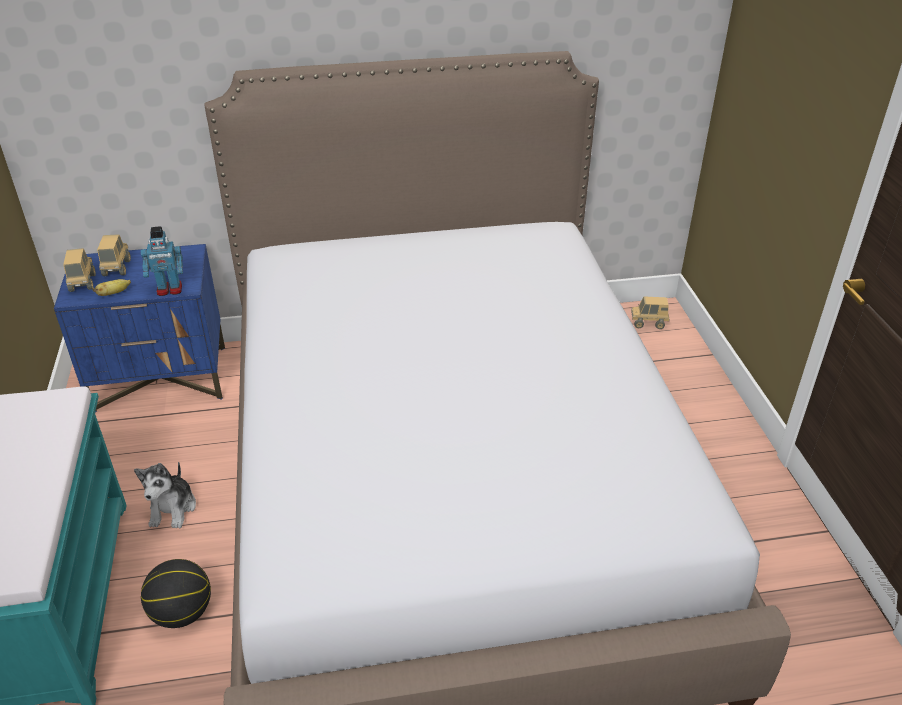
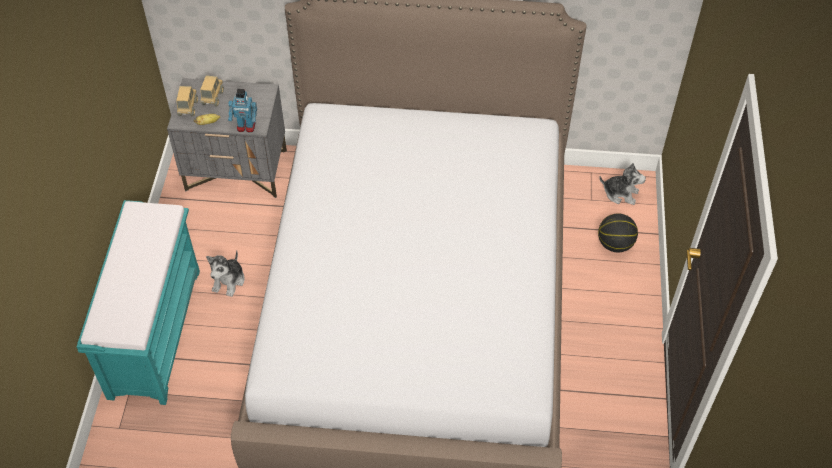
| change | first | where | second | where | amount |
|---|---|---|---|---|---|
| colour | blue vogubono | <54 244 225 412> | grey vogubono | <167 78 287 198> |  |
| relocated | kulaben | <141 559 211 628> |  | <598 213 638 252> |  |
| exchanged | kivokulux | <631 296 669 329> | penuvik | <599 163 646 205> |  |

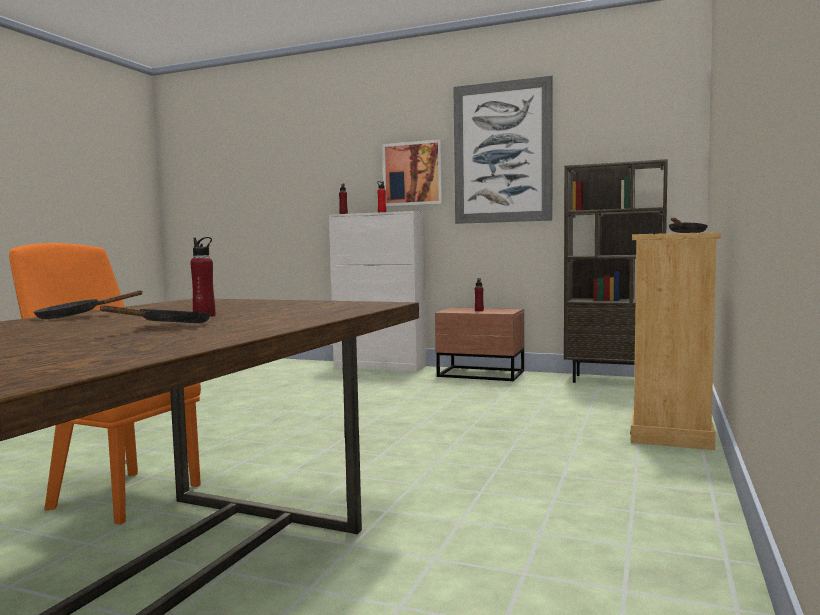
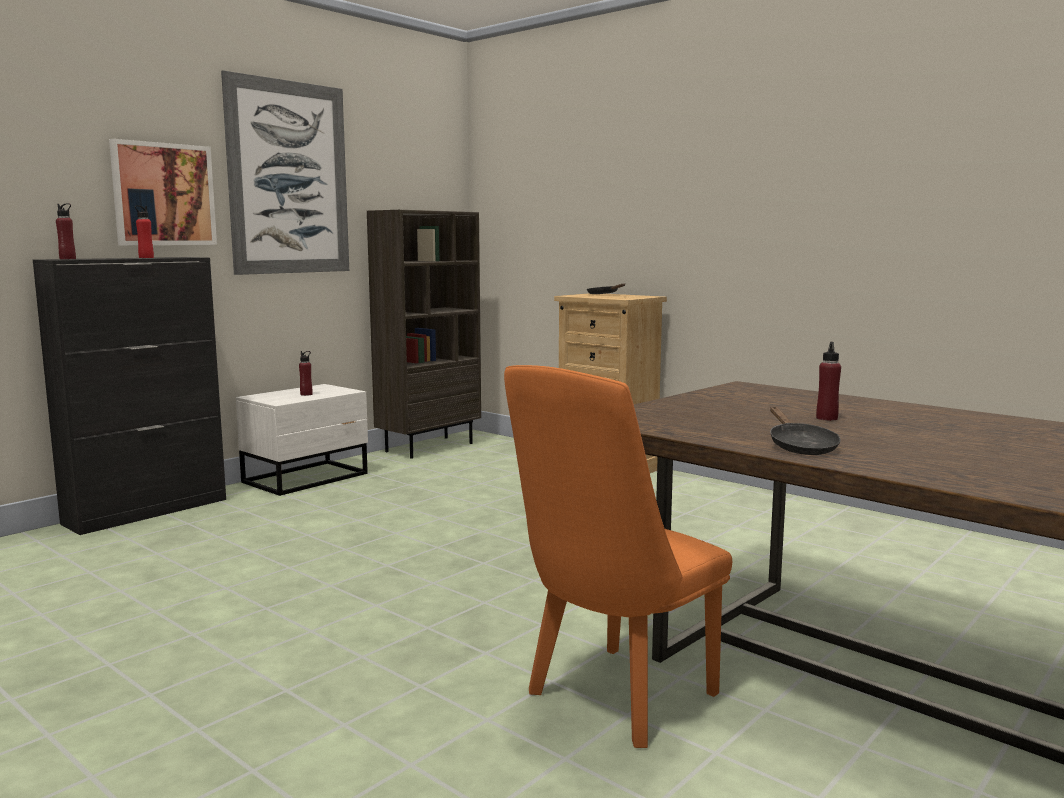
| change | first | where | second | where | amount |
|---|---|---|---|---|---|
| missing | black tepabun | <99 305 211 323> |  |  |  |
| colour | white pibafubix | <329 211 426 372> | black pibafubix | <33 257 226 535> |  |
| colour | brown vogubono | <435 307 524 381> | white vogubono | <236 384 368 496> |  |

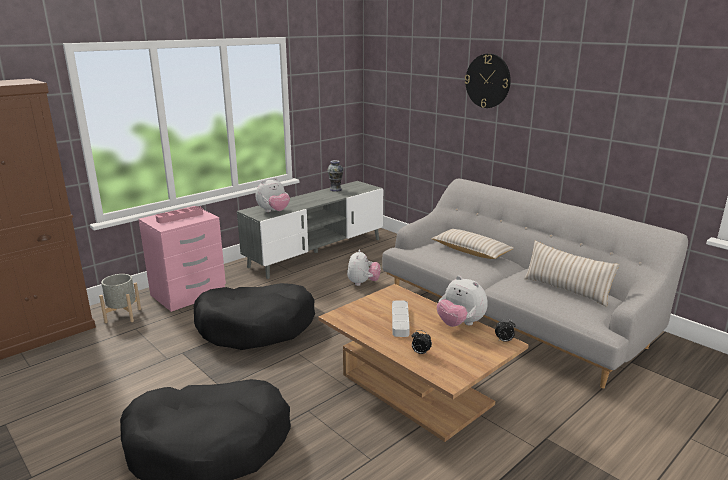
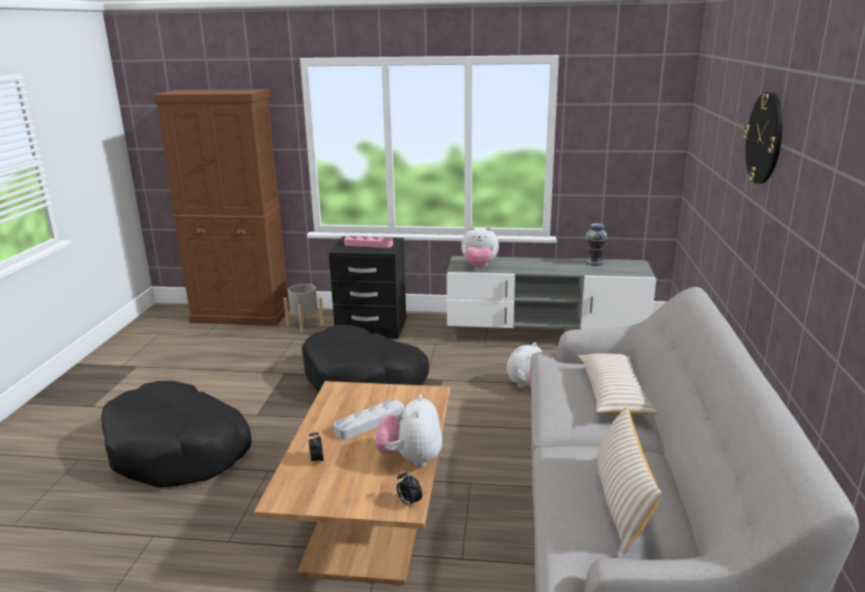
| change | first | where | second | where | amount |
|---|---|---|---|---|---|
| colour | pink vogubono | <138 206 226 312> | black vogubono | <329 237 406 339> |  |

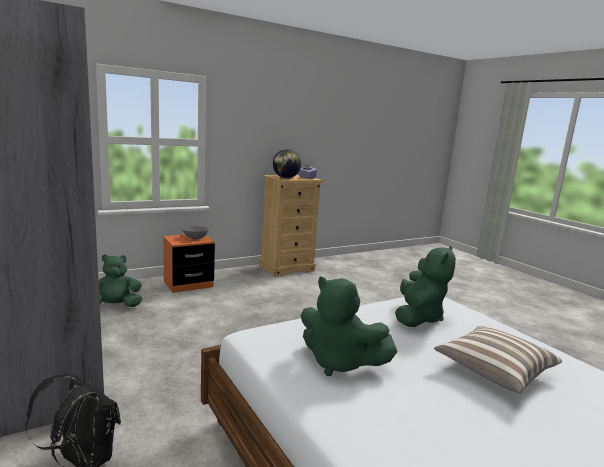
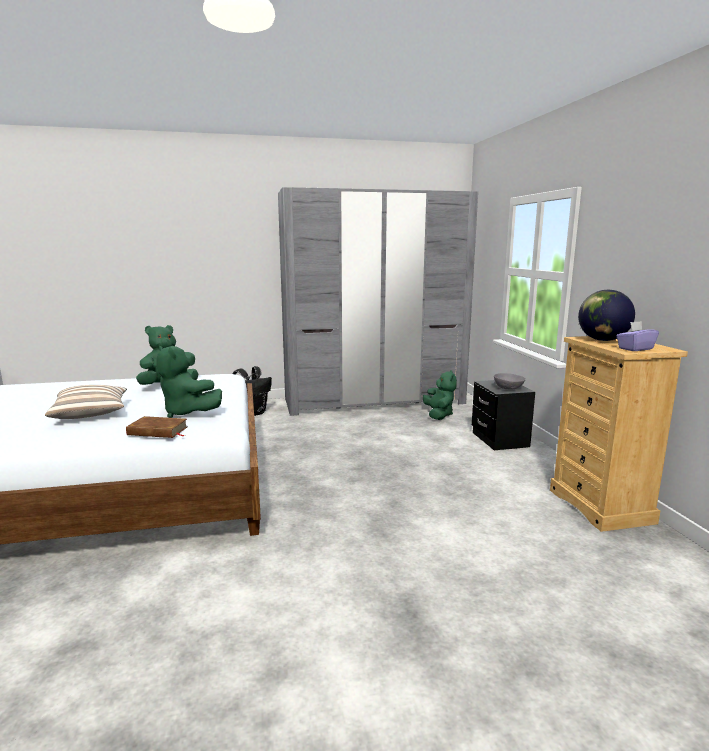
| change | first | where | second | where | amount |
|---|---|---|---|---|---|
| colour | orange vogubono | <163 234 215 293> | black vogubono | <472 380 535 450> |  |
| appeared |  |  | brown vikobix | <126 416 187 438> |  |

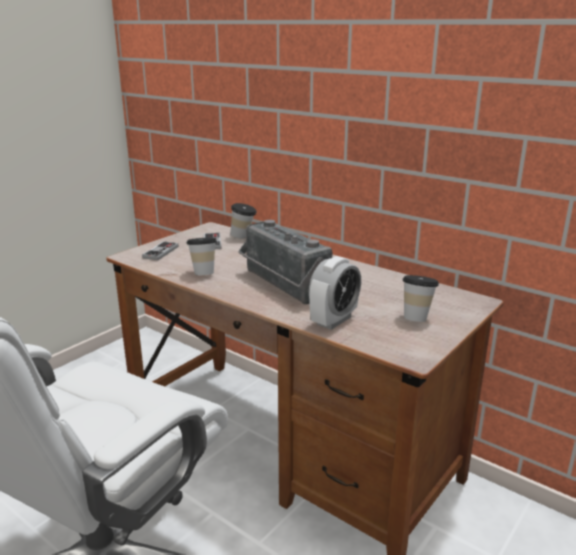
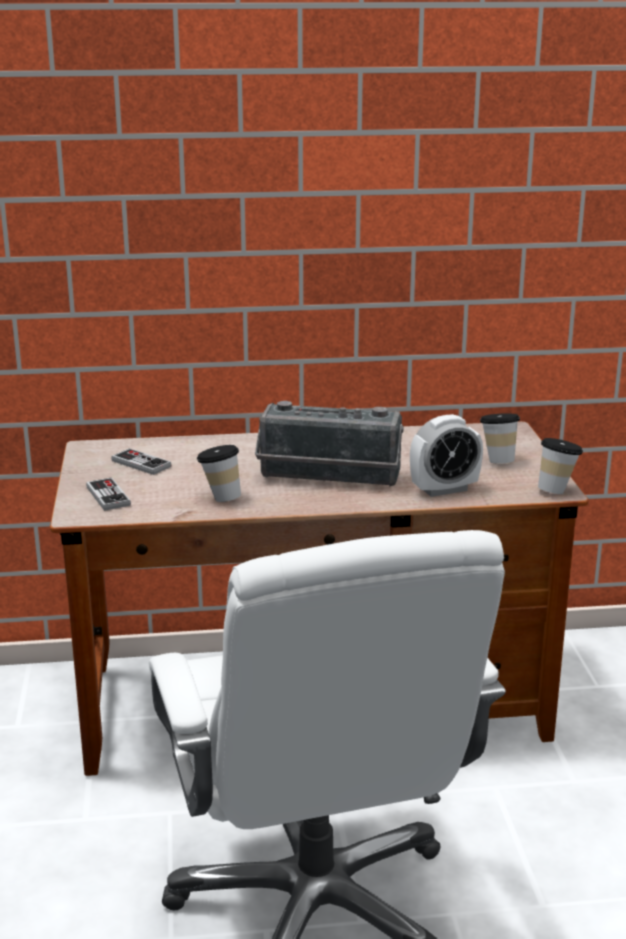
| change | first | where | second | where | amount |
|---|---|---|---|---|---|
| relocated | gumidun | <230 203 257 238> |  | <538 438 583 494> |  |
| spun | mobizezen | <309 256 361 330> |  | <410 414 483 497> | 75 degrees clockwise |

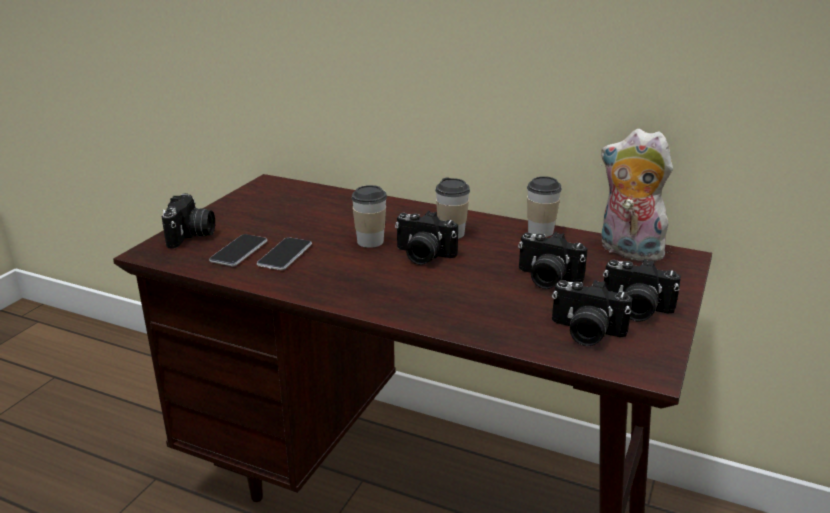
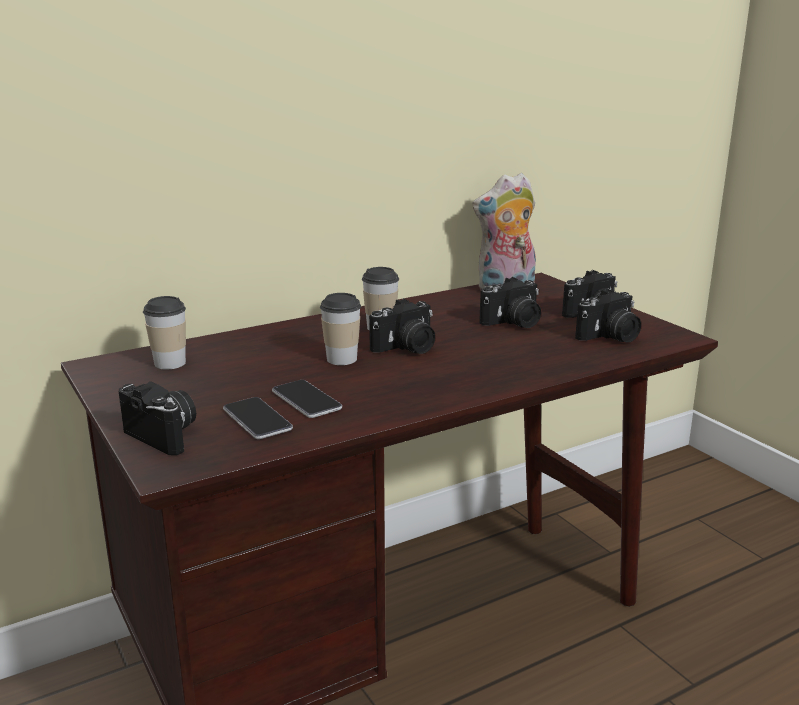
| change | first | where | second | where | amount |
|---|---|---|---|---|---|
| relocated | gumidun | <527 176 562 237> |  | <143 296 186 370> |  |

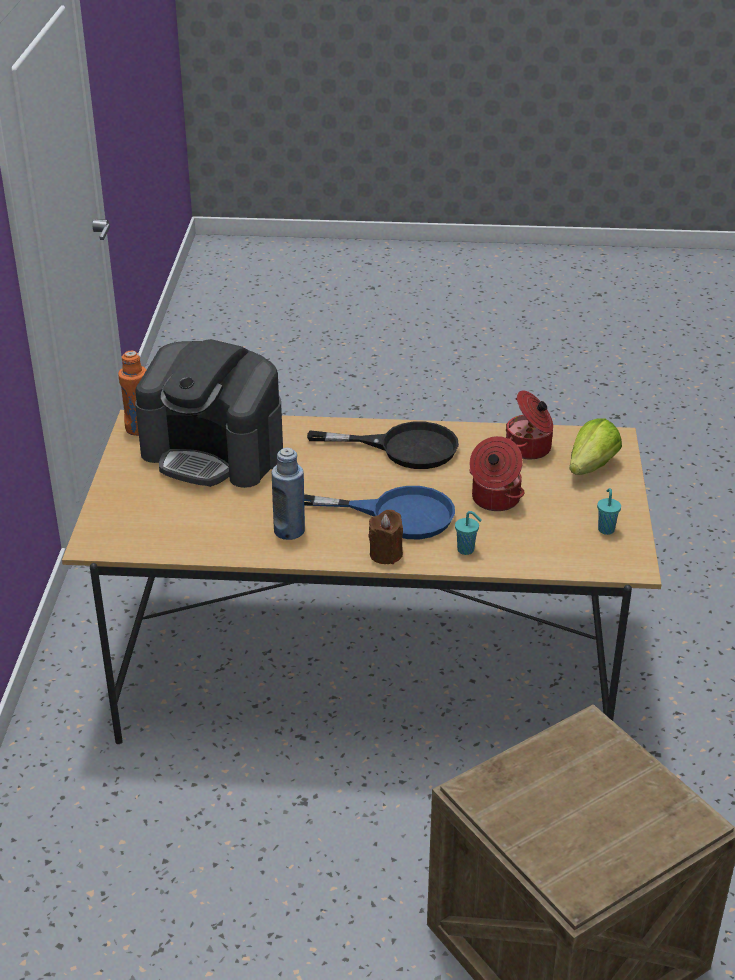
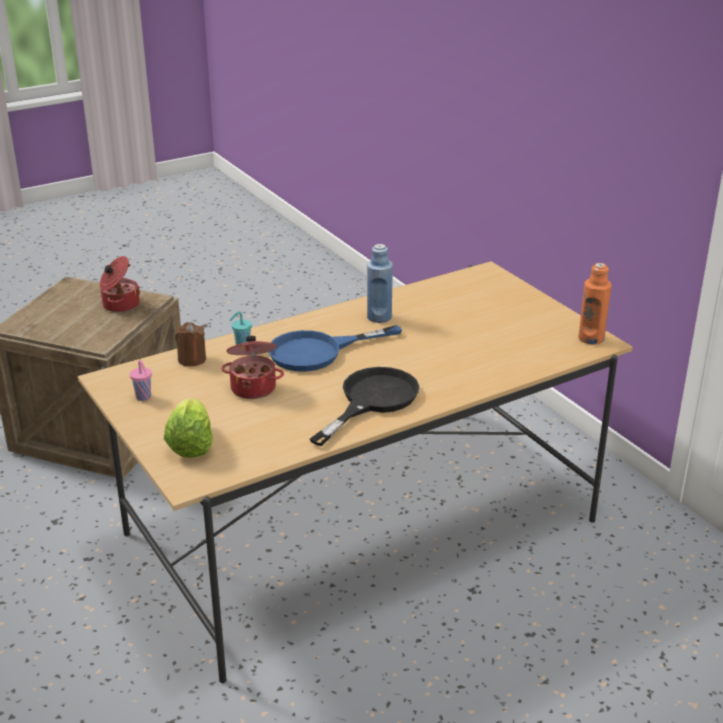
| change | first | where | second | where | amount |
|---|---|---|---|---|---|
| missing | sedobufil | <135 339 283 488> |  |  |  |
| spun | black tepabun | <307 422 459 469> |  | <310 367 419 446> | 150 degrees clockwise |
| relocated | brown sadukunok | <368 510 403 564> |  | <175 322 206 366> |  |
| relocated | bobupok | <506 390 553 459> |  | <100 256 140 312> |  |
| colour | turquoise gumidun | <597 488 621 535> | pink gumidun | <130 360 152 401> |  |

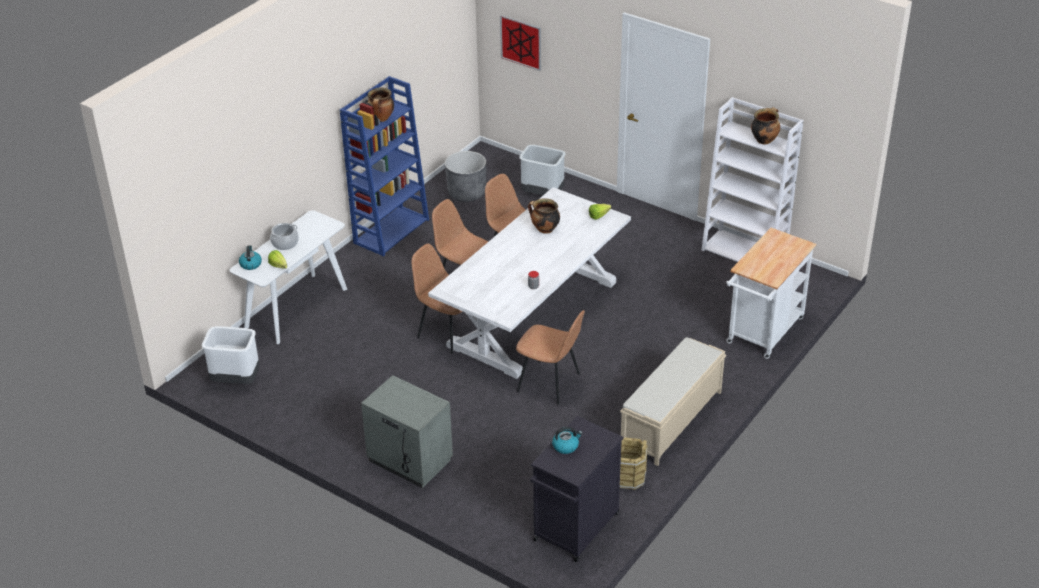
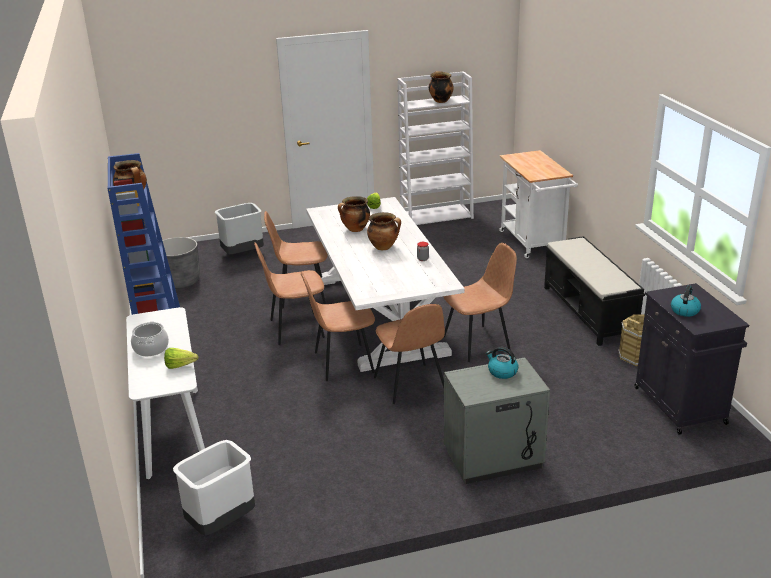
| change | first | where | second | where | amount |
|---|---|---|---|---|---|
| relocated | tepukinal | <239 245 262 270> |  | <486 347 519 379> |  |
| missing | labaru | <500 15 541 71> |  |  |  |
| colour | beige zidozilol | <620 337 726 466> | black zidozilol | <544 236 645 346> |  |
| appeared |  |  | bobupok | <367 212 401 250> |  |
| appeared |  |  | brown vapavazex | <374 304 445 404> |  |

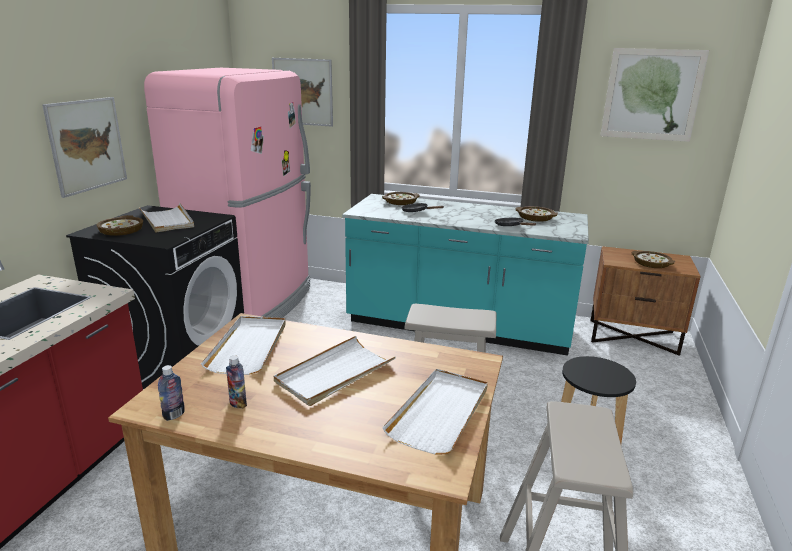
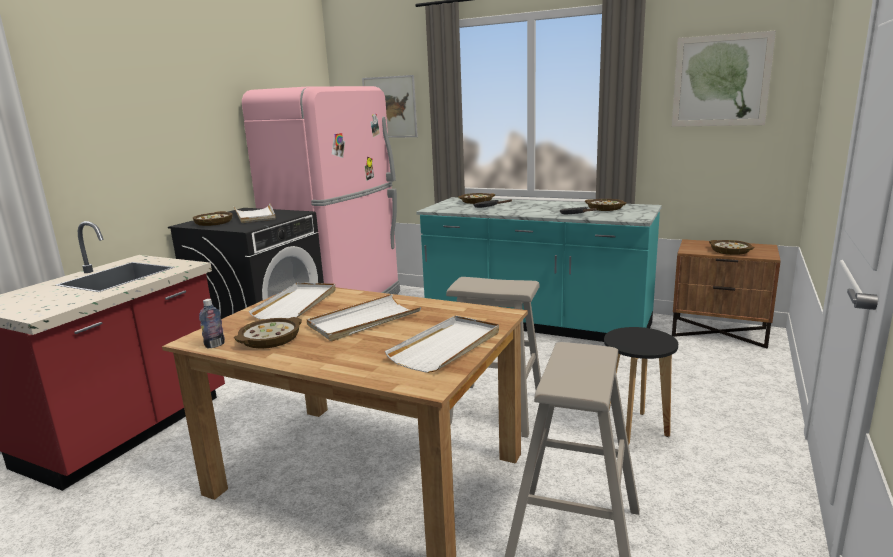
| change | first | where | second | where | amount |
|---|---|---|---|---|---|
| missing | labaru | <42 97 127 198> |  |  |  |
| exchanged | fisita | <226 355 247 409> | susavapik | <234 317 302 349> |  |

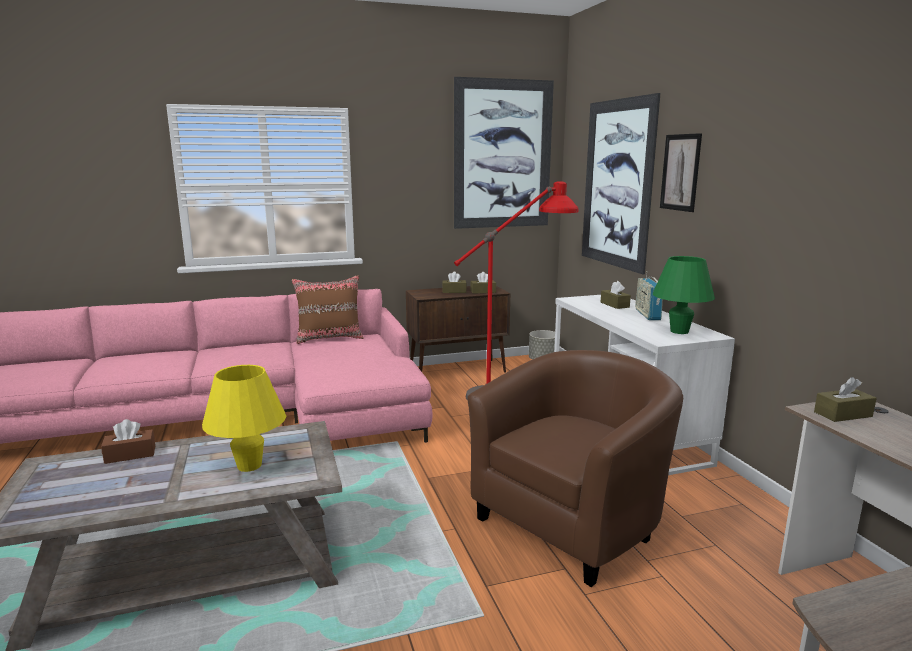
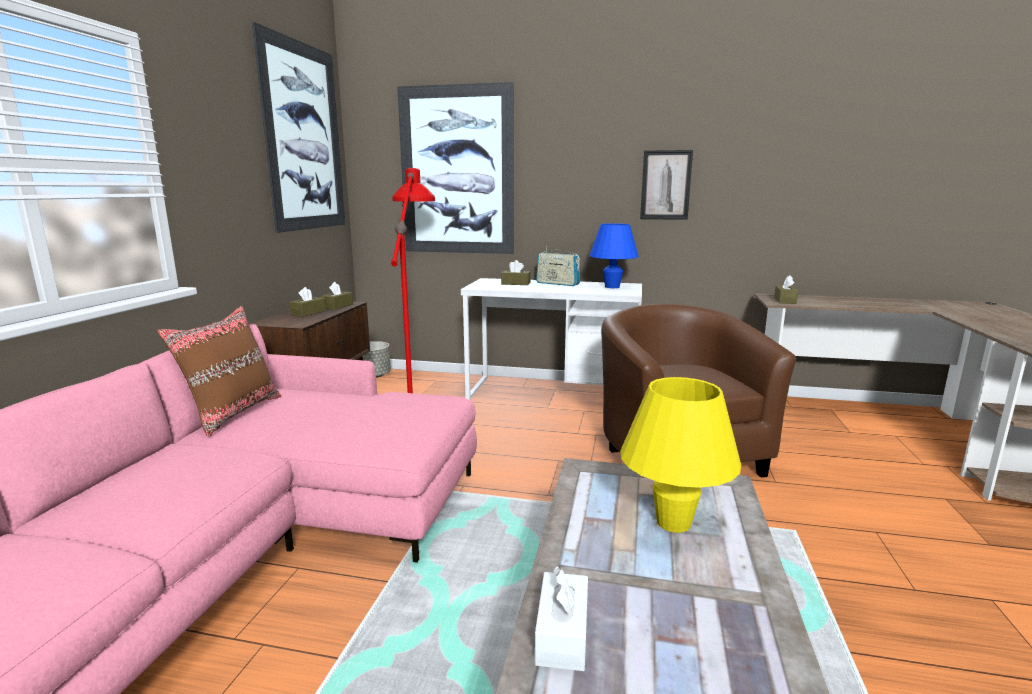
| change | first | where | second | where | amount |
|---|---|---|---|---|---|
| colour | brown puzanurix | <101 419 155 464> | white puzanurix | <535 567 588 671> |  |
| colour | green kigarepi | <653 256 715 334> | blue kigarepi | <589 223 639 288> |  |
| relocated | labaru | <660 133 702 212> |  | <640 150 693 220> |  |

